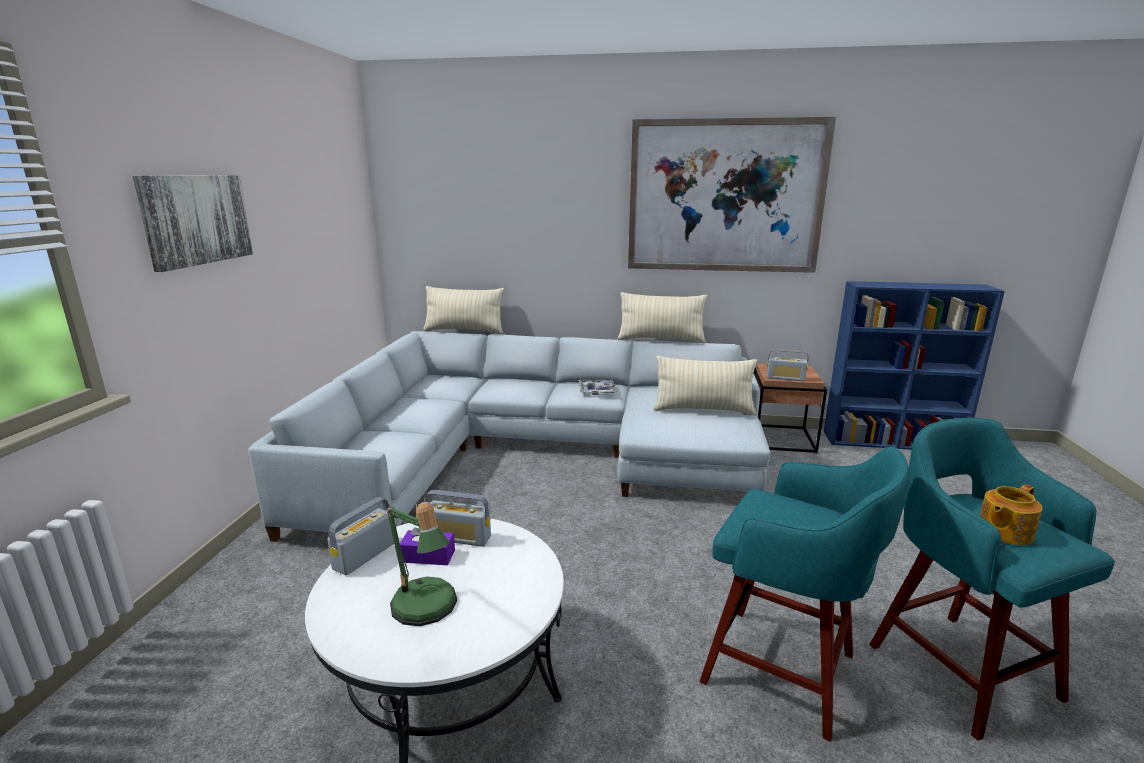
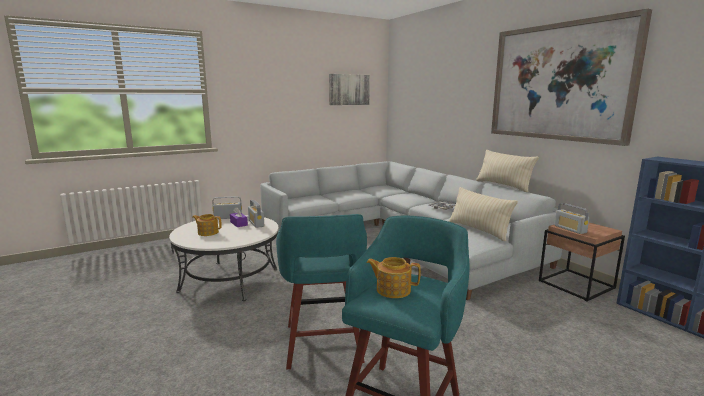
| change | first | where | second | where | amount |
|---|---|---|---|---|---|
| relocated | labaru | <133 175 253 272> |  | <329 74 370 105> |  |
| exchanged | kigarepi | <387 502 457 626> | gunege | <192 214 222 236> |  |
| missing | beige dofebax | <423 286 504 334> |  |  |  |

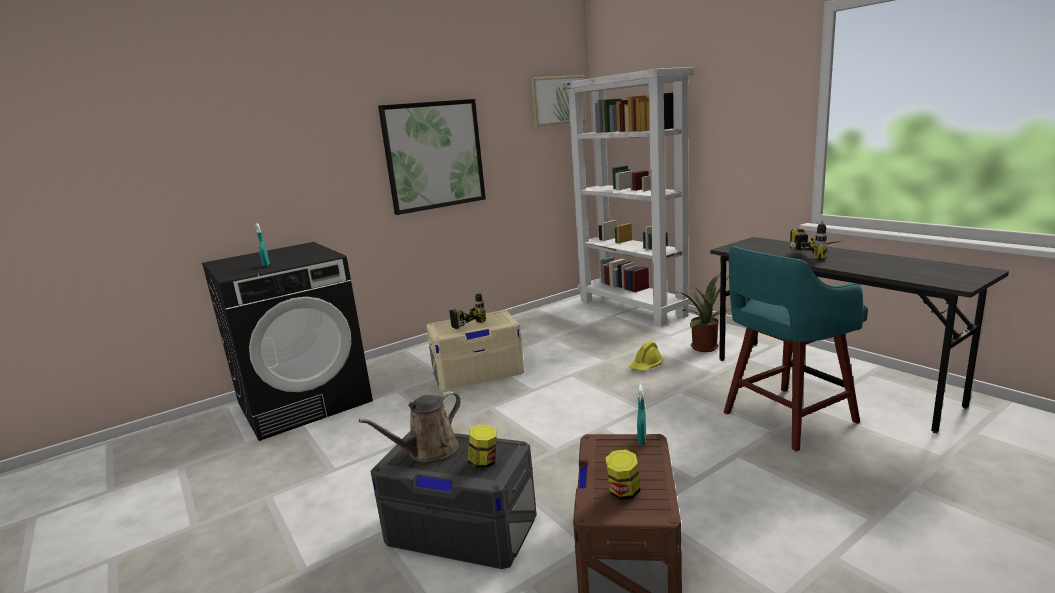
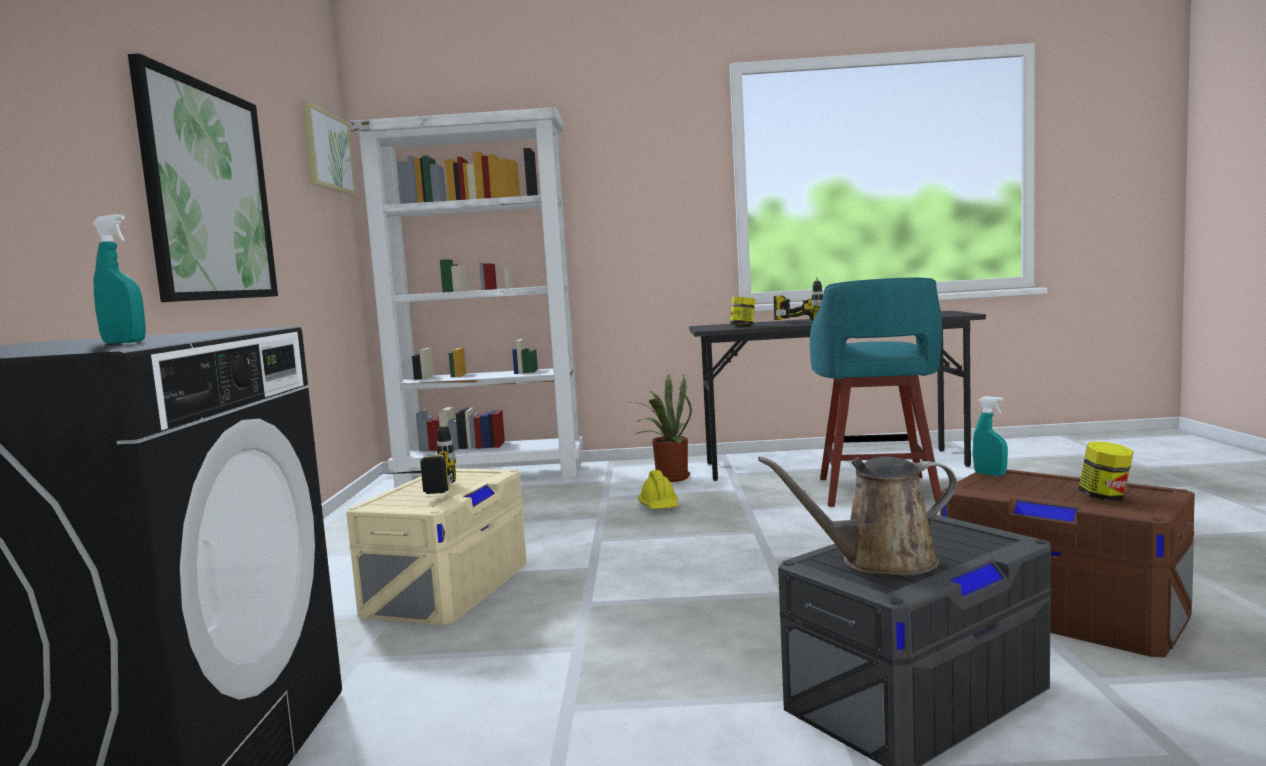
| change | first | where | second | where | amount |
|---|---|---|---|---|---|
| spun | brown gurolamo | <359 391 461 462> |  | <758 456 957 576> | 90 degrees clockwise |
| relocated | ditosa | <468 424 497 468> |  | <730 297 755 326> |  |

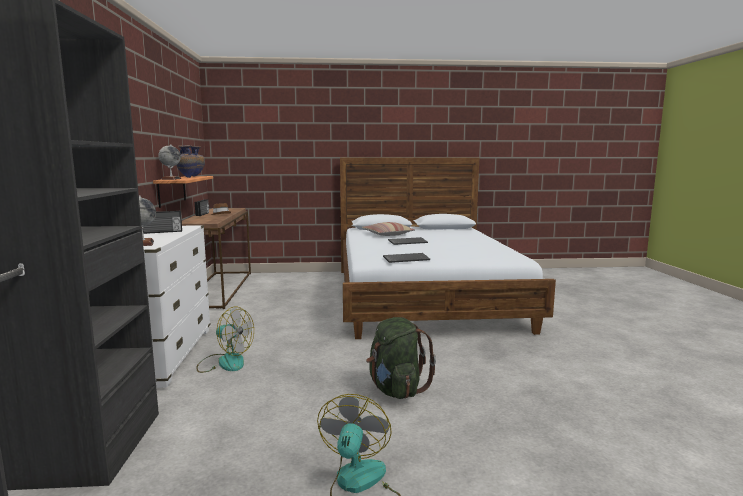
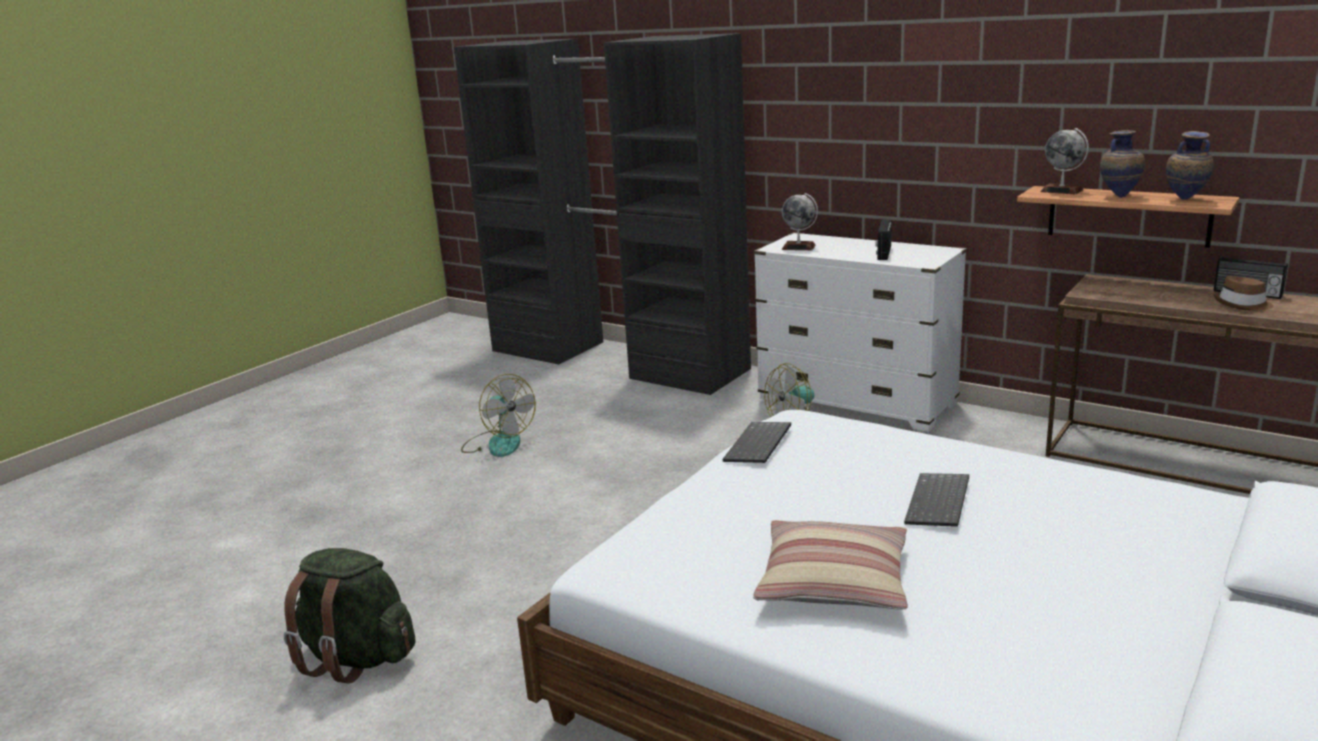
| change | first | where | second | where | amount |
|---|---|---|---|---|---|
| relocated | dofebax | <362 222 415 236> |  | <753 520 908 609> |  |
| relocated | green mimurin | <366 317 436 399> |  | <284 548 415 684> |  |

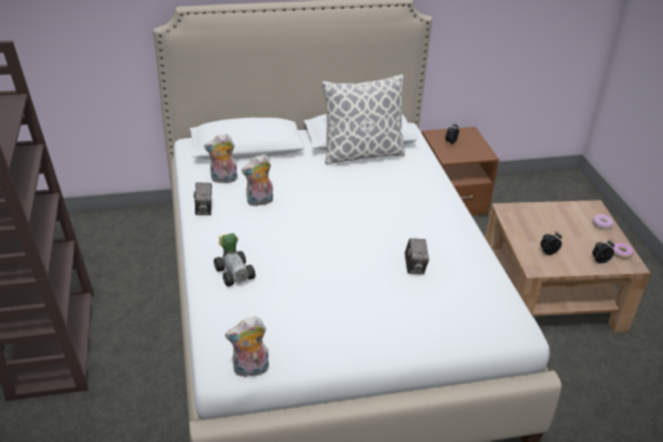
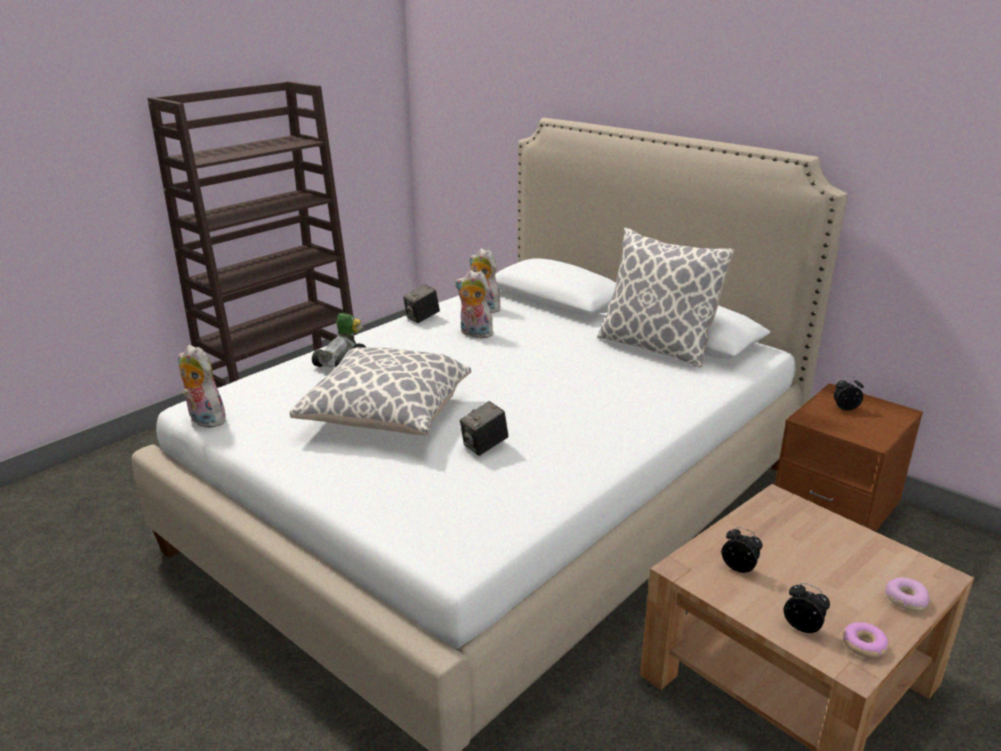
| change | first | where | second | where | amount |
|---|---|---|---|---|---|
| appeared |  |  | dofebax | <290 347 471 436> |  |

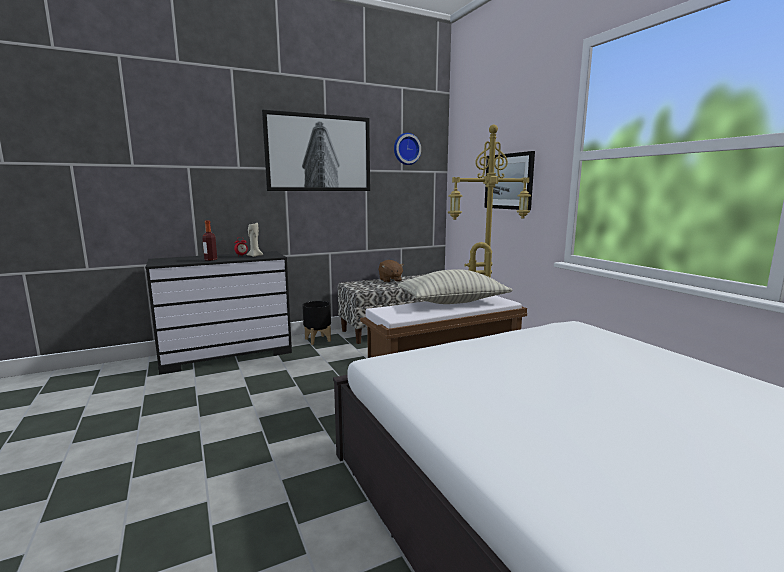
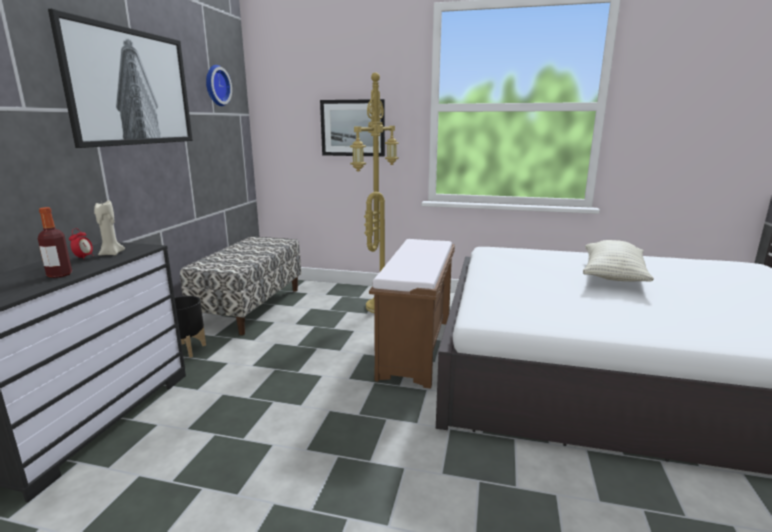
| change | first | where | second | where | amount |
|---|---|---|---|---|---|
| missing | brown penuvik | <379 260 404 282> |  |  |  |
| relocated | dofebax | <398 269 512 304> |  | <583 240 654 282> |  |

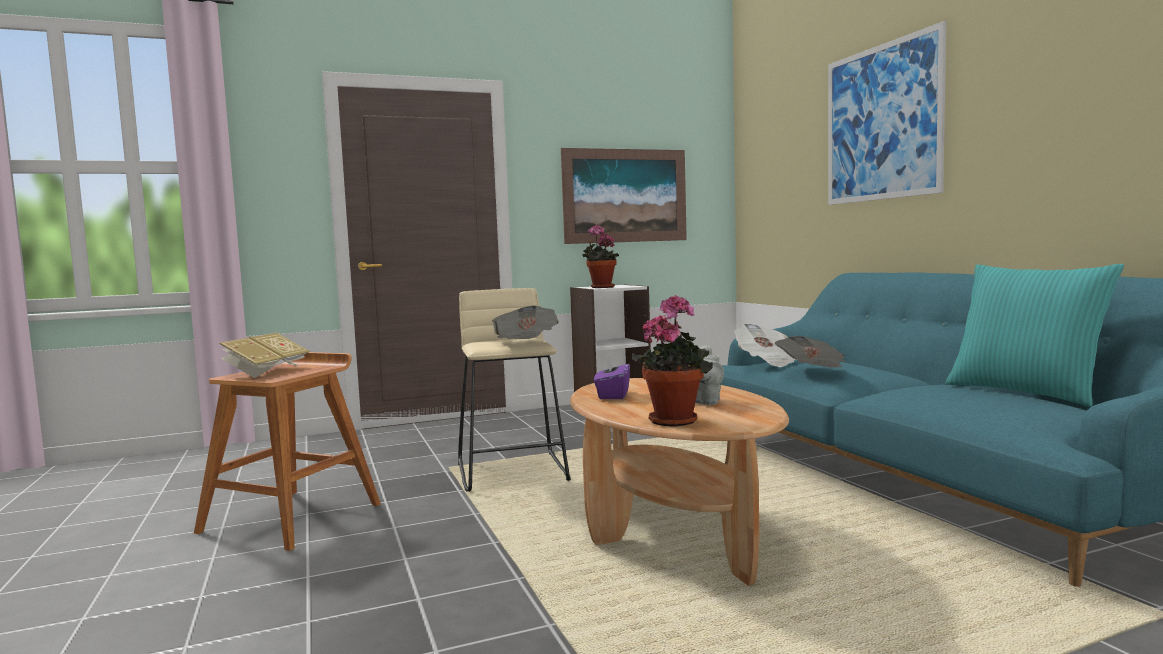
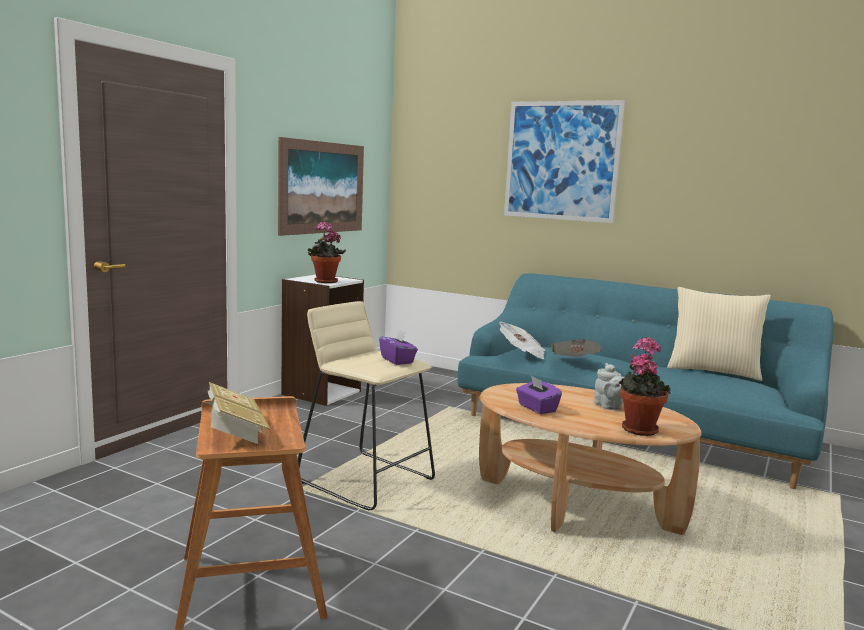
| change | first | where | second | where | amount |
|---|---|---|---|---|---|
| exchanged | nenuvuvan | <492 306 559 339> | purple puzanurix | <379 329 418 365> |  |
| colour | turquoise dofebax | <946 264 1124 407> | beige dofebax | <667 287 771 381> |  |

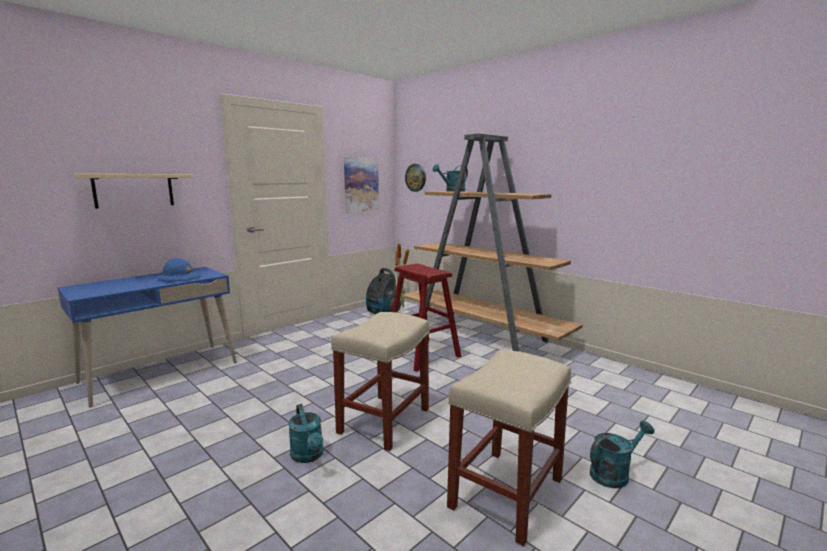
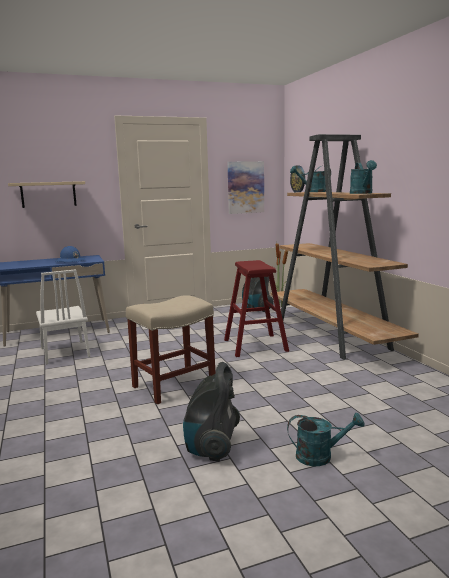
| change | first | where | second | where | amount |
|---|---|---|---|---|---|
| relocated | turquoise gurolamo | <288 404 323 463> |  | <350 160 377 194> |  |
| exchanged | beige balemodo | <447 350 571 546> | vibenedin | <183 362 240 462> |  |
| appeared |  |  | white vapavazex | <36 269 90 365> |  |

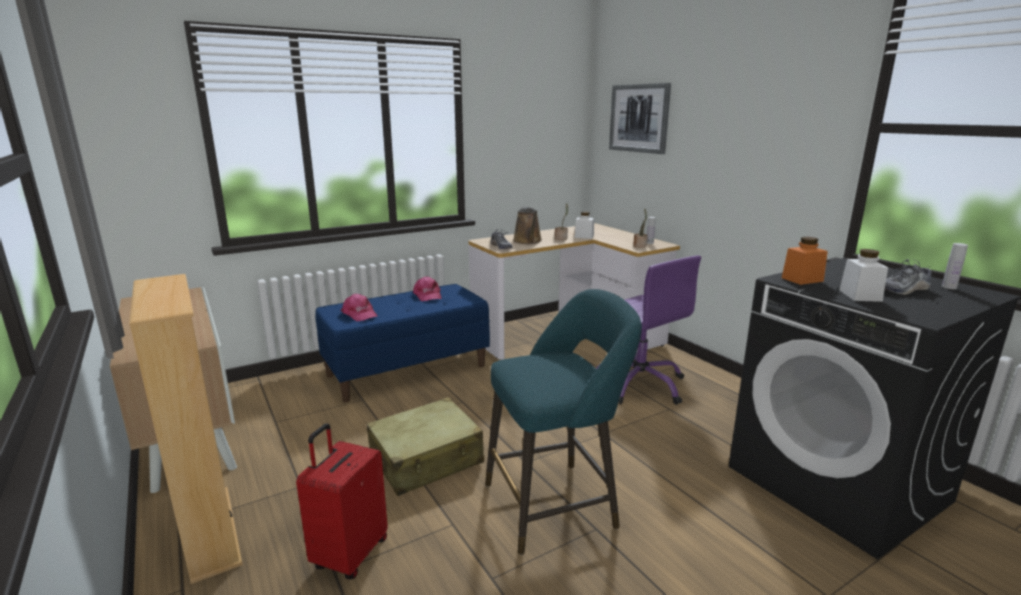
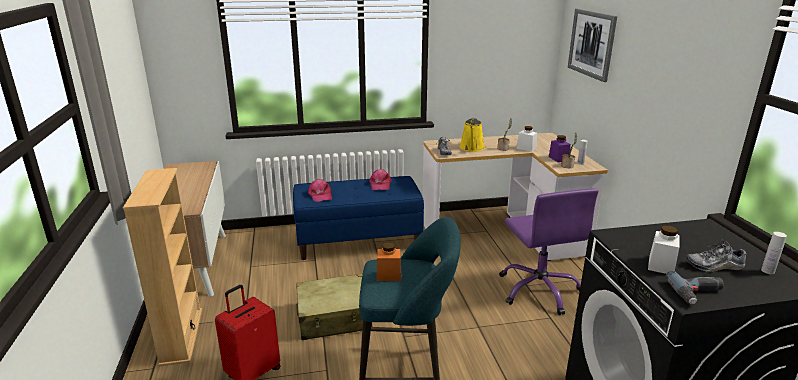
| change | first | where | second | where | amount |
|---|---|---|---|---|---|
| colour | brown gurolamo | <513 207 542 244> | yellow gurolamo | <459 118 485 152> |  |
| relocated | orange ditosa | <782 237 828 285> |  | <376 242 401 281> |  |
| appeared |  |  | purple ditosa | <549 135 571 162> |  |
| appeared |  |  | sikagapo | <665 271 724 304> |  |

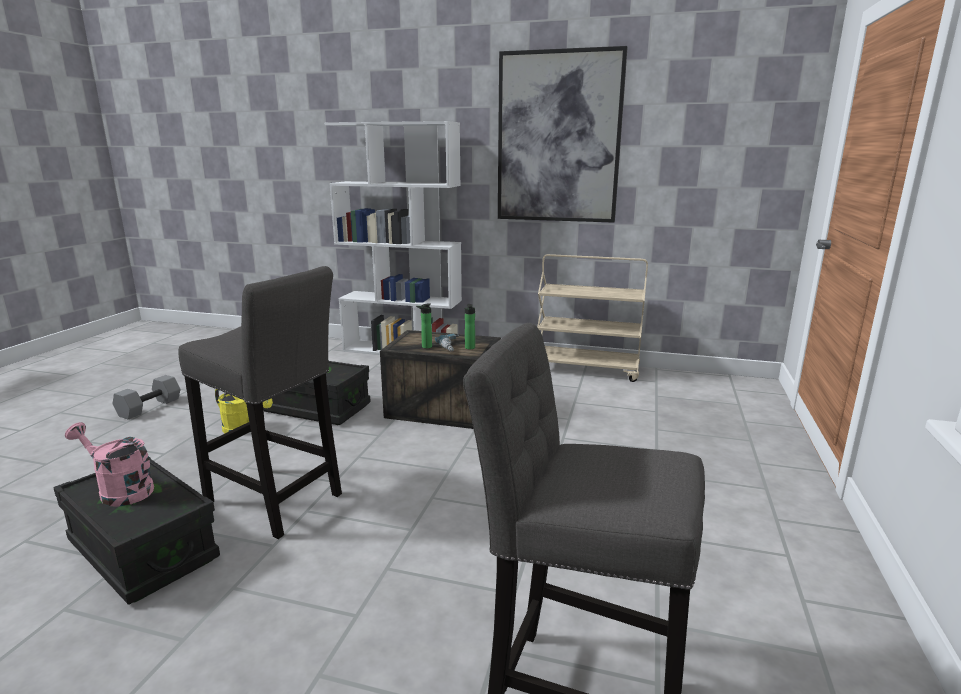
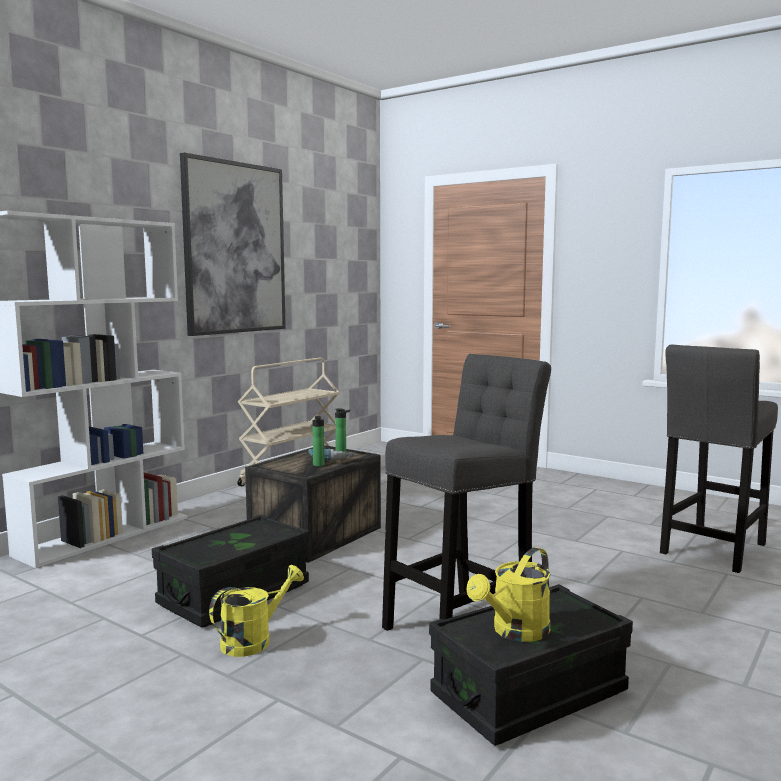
| change | first | where | second | where | amount |
|---|---|---|---|---|---|
| colour | pink gurolamo | <65 422 154 506> | yellow gurolamo | <467 547 550 642> |  |
| missing | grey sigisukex | <113 375 181 419> |  |  |  |

